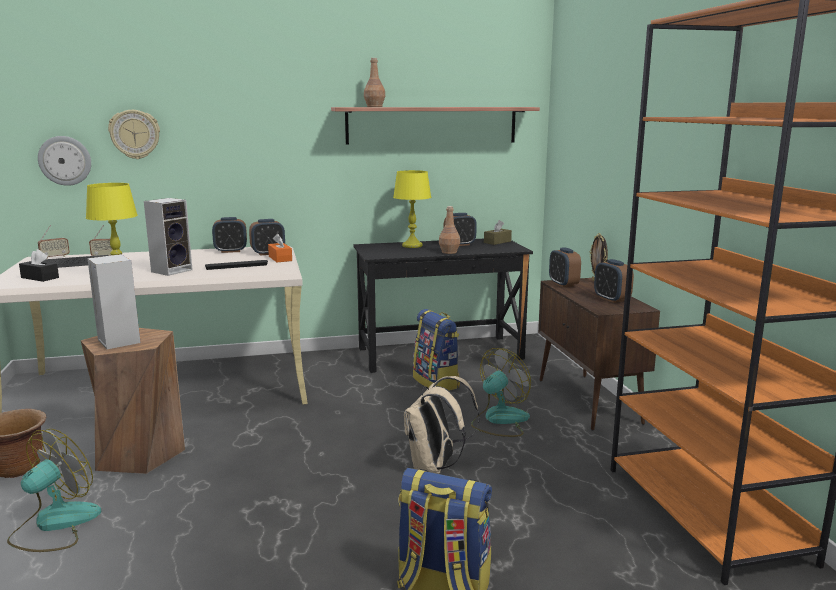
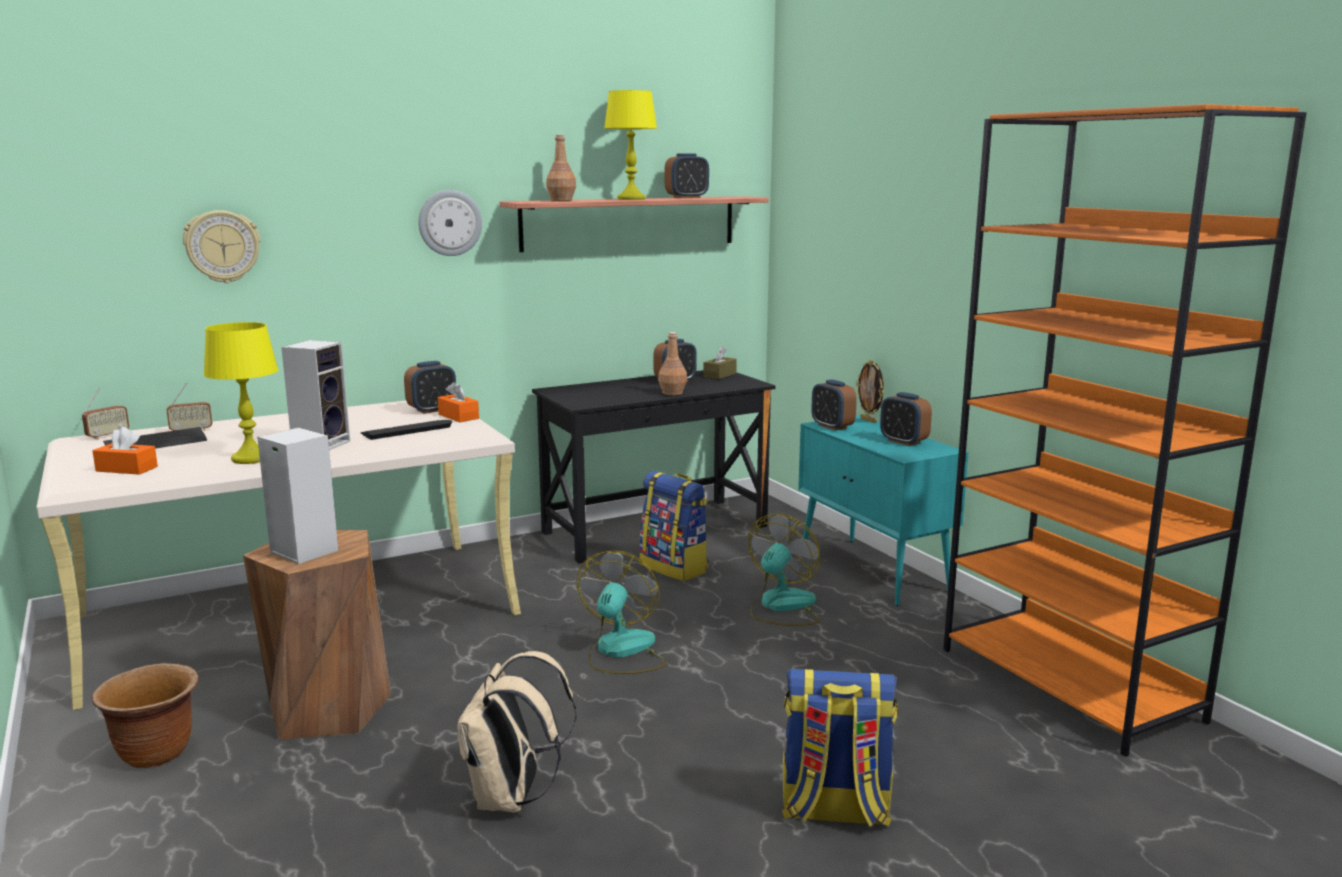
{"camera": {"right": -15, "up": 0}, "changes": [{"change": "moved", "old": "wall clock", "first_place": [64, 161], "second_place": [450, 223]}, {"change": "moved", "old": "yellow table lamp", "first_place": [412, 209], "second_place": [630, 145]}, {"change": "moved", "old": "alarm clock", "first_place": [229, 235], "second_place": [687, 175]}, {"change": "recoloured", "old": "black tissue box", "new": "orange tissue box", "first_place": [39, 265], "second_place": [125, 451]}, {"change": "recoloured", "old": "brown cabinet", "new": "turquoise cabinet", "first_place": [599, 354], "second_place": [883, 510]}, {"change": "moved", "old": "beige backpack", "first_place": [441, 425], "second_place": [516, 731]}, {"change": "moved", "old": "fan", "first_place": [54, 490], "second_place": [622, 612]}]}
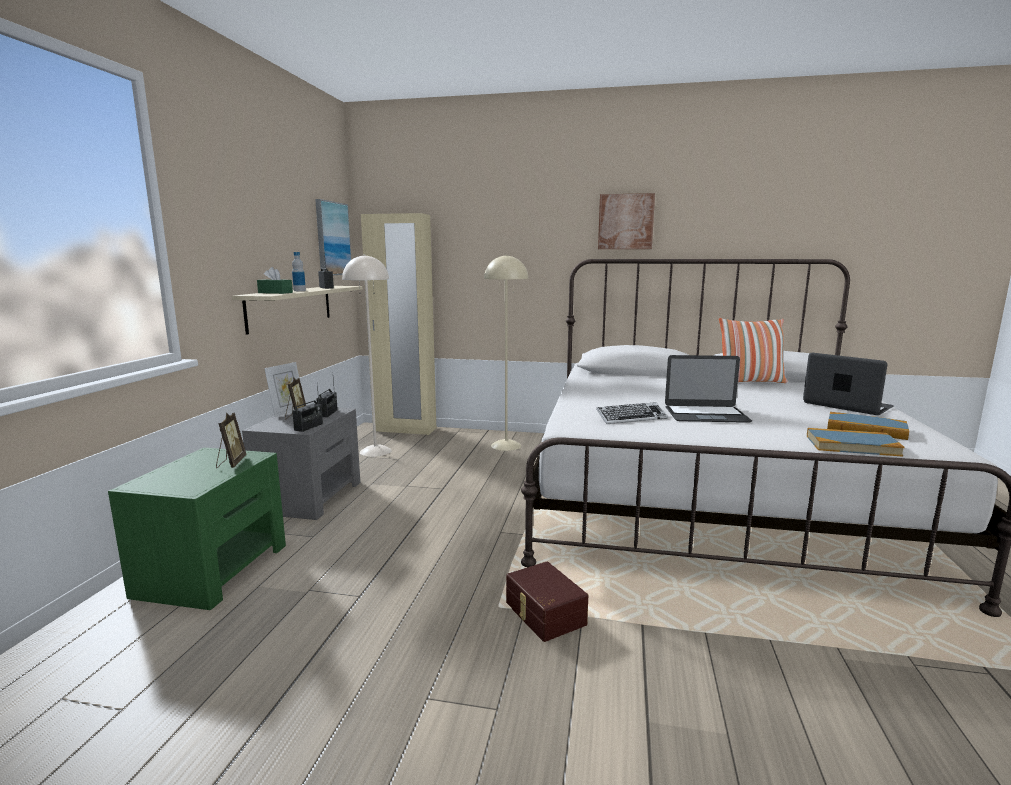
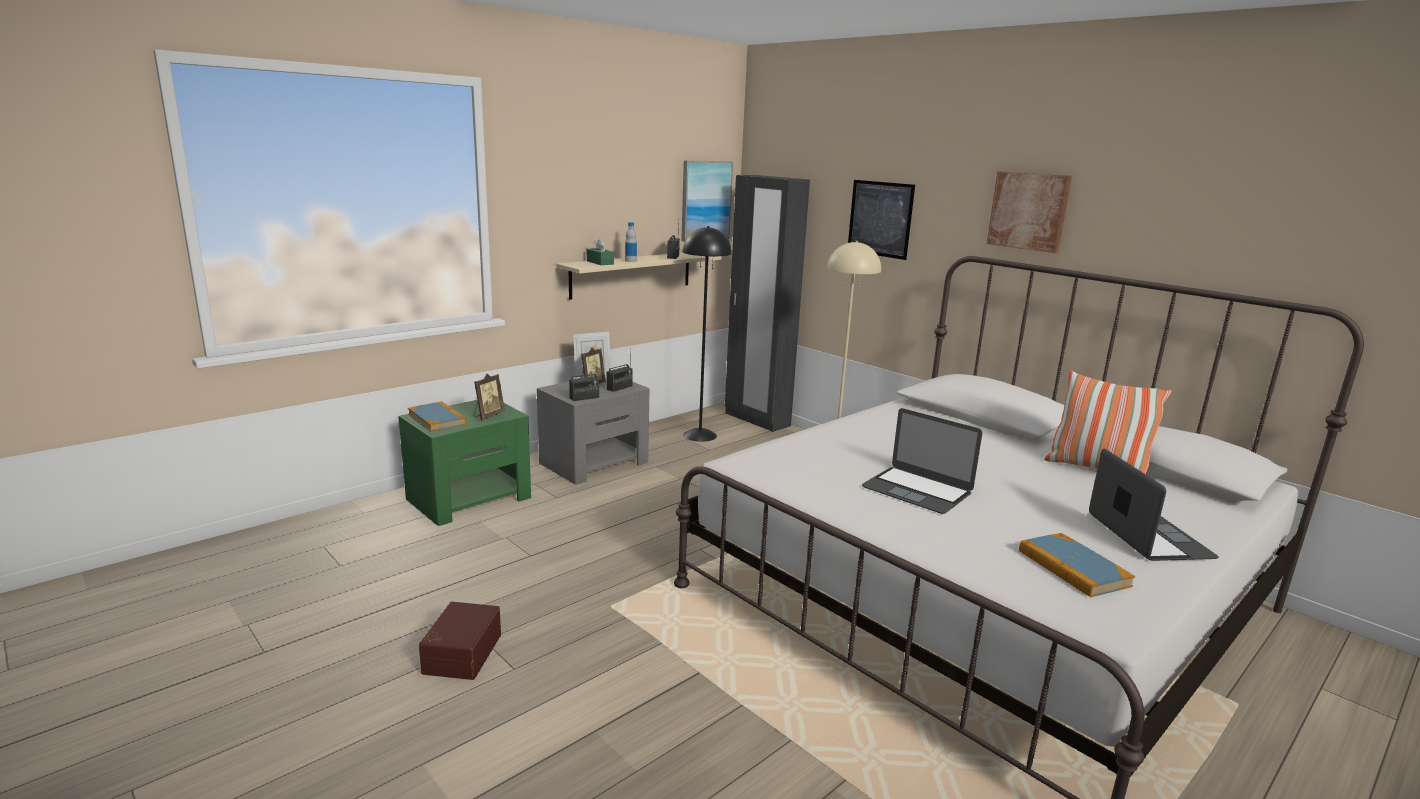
{"camera": {"right": 35, "up": 5}, "changes": [{"change": "recoloured", "old": "beige wardrobe", "new": "black wardrobe", "first_place": [398, 324], "second_place": [767, 303]}, {"change": "recoloured", "old": "beige floor lamp", "new": "black floor lamp", "first_place": [367, 355], "second_place": [707, 334]}, {"change": "removed", "old": "keyboard", "first_place": [632, 413]}, {"change": "moved", "old": "book", "first_place": [856, 442], "second_place": [437, 416]}, {"change": "moved", "old": "brown storage box", "first_place": [547, 601], "second_place": [460, 641]}, {"change": "added", "new": "picture", "second_place": [881, 220]}]}
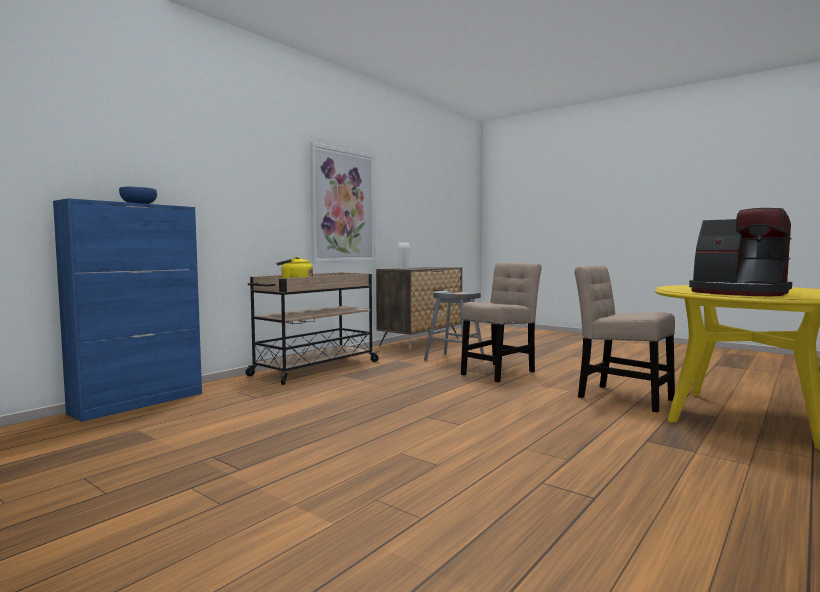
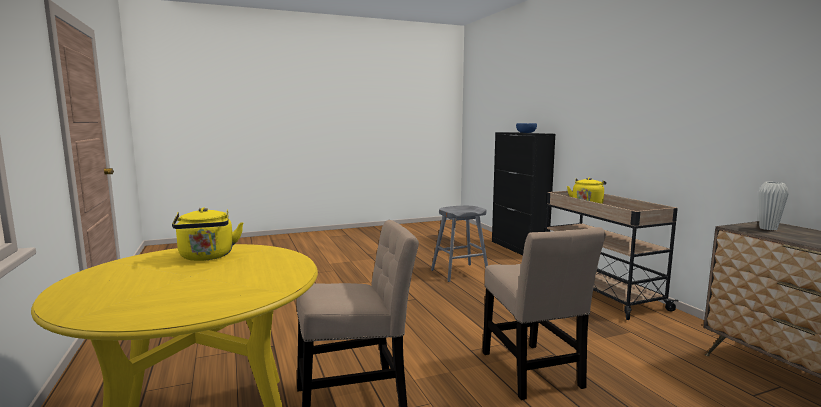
{"camera": {"right": 120, "up": 5}, "changes": [{"change": "removed", "old": "picture", "first_place": [342, 202]}, {"change": "recoloured", "old": "blue cabinet", "new": "black cabinet", "first_place": [127, 310], "second_place": [523, 193]}, {"change": "replaced", "old": "coffee machine", "new": "yellow kettle", "first_place": [740, 252], "second_place": [208, 234]}, {"change": "moved", "old": "grey stool", "first_place": [454, 326], "second_place": [459, 244]}]}
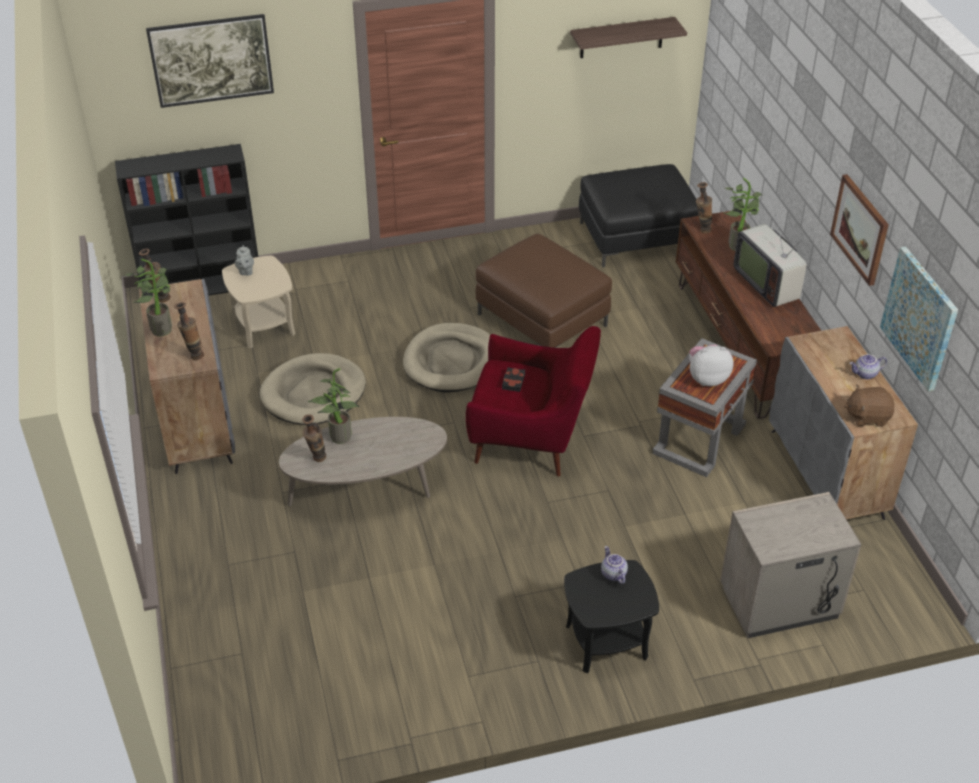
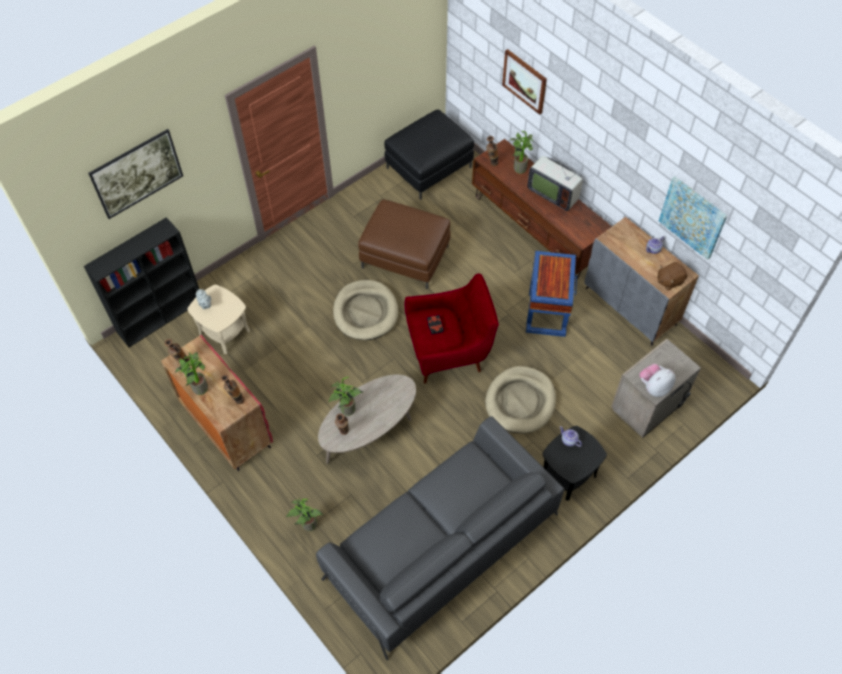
{"camera": {"right": -25, "up": 15}, "changes": [{"change": "removed", "old": "shelf", "first_place": [628, 37]}, {"change": "moved", "old": "picture", "first_place": [859, 230], "second_place": [524, 82]}, {"change": "recoloured", "old": "grey cabinet", "new": "red cabinet", "first_place": [187, 376], "second_place": [217, 403]}, {"change": "recoloured", "old": "grey side table", "new": "blue side table", "first_place": [704, 407], "second_place": [551, 294]}, {"change": "moved", "old": "plush toy", "first_place": [711, 365], "second_place": [657, 380]}, {"change": "moved", "old": "beige dog bed", "first_place": [313, 389], "second_place": [520, 399]}, {"change": "added", "new": "grey sofa", "second_place": [440, 538]}, {"change": "added", "new": "potted plant", "second_place": [304, 514]}]}
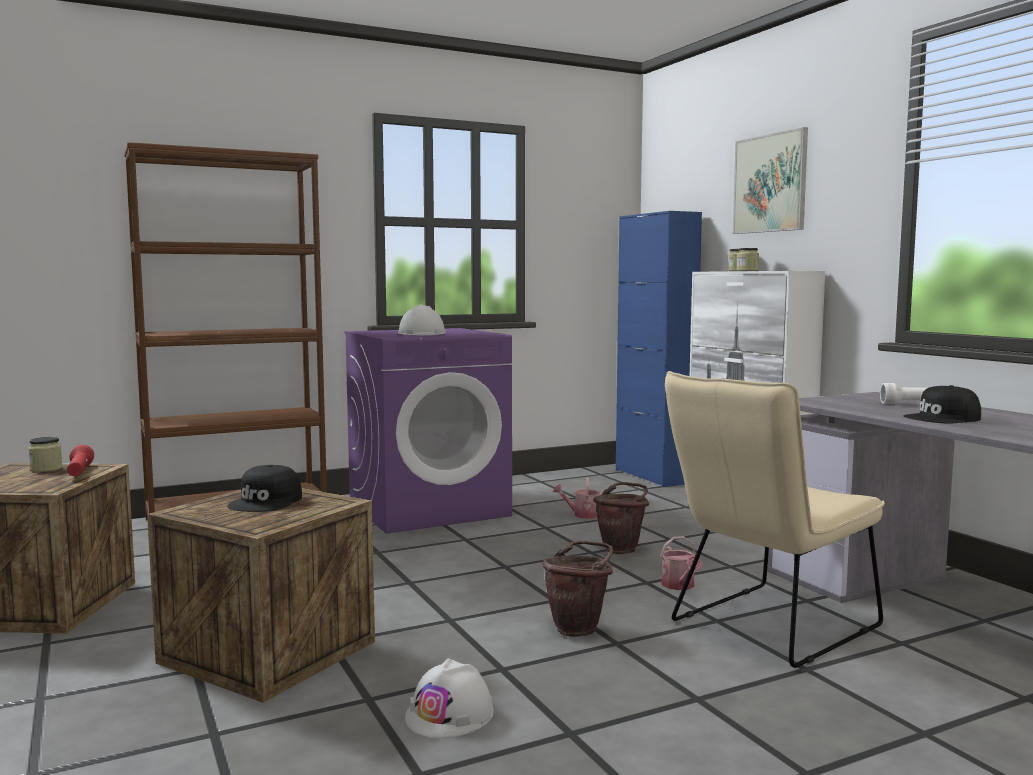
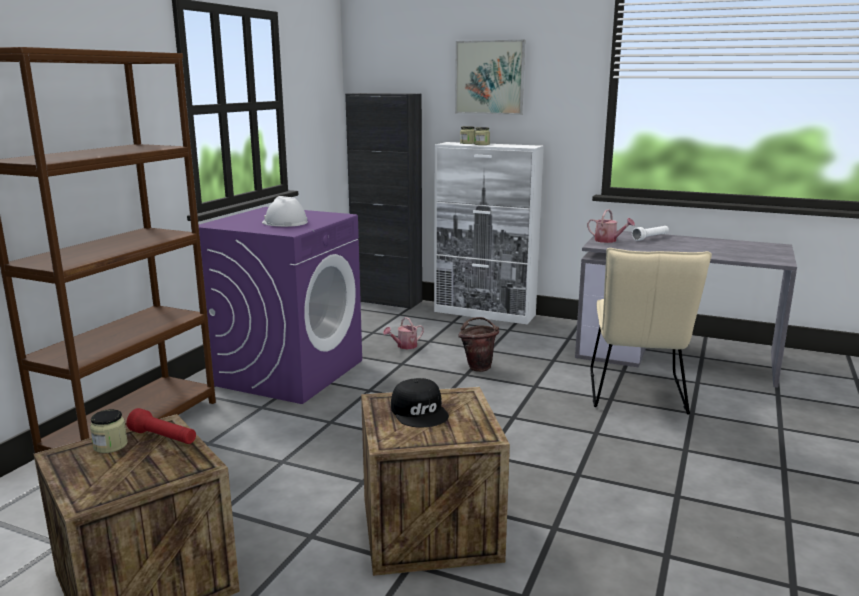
{"camera": {"right": -40, "up": 10}, "changes": [{"change": "recoloured", "old": "blue cabinet", "new": "black cabinet", "first_place": [659, 349], "second_place": [383, 201]}, {"change": "removed", "old": "black cap", "first_place": [942, 404]}, {"change": "moved", "old": "watering can", "first_place": [681, 563], "second_place": [611, 226]}, {"change": "removed", "old": "brown bucket", "first_place": [577, 589]}, {"change": "removed", "old": "white hard hat", "first_place": [449, 698]}]}
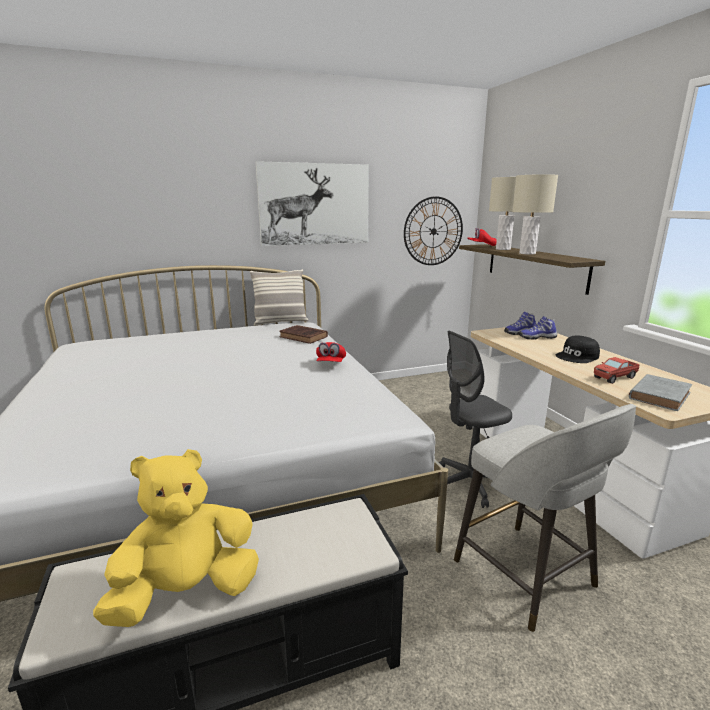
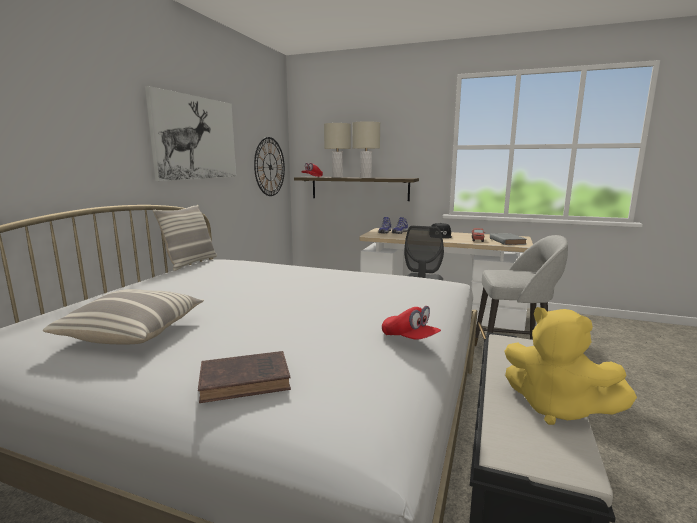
{"camera": {"right": -50, "up": -5}, "changes": [{"change": "moved", "old": "brown book", "first_place": [303, 334], "second_place": [244, 377]}, {"change": "moved", "old": "red cap", "first_place": [331, 352], "second_place": [411, 323]}, {"change": "turned", "old": "yellow plush toy", "first_place": [176, 538], "second_place": [570, 366], "degrees": -60}, {"change": "added", "new": "pillow", "second_place": [123, 317]}]}
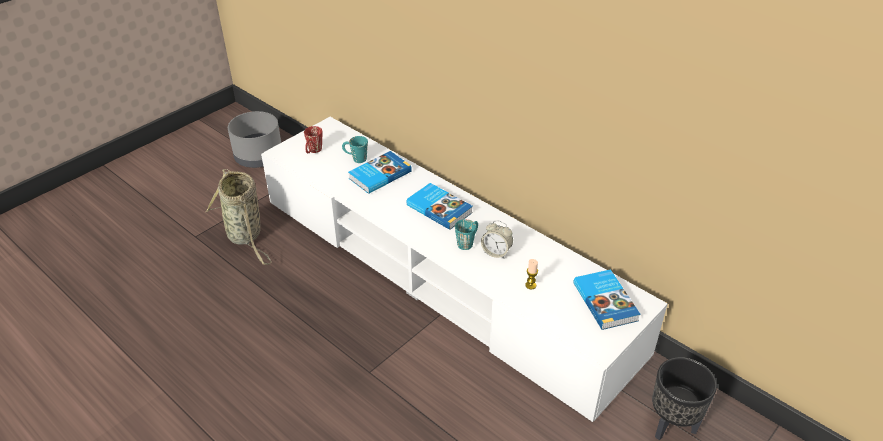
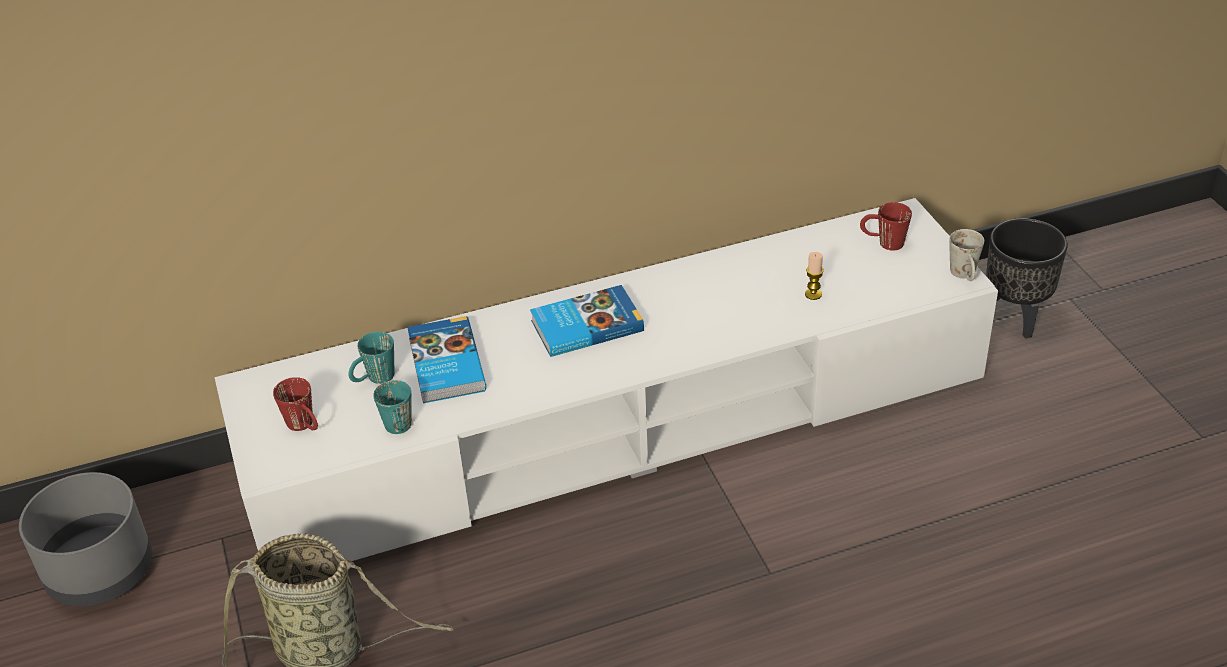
{"camera": {"right": -60, "up": 0}, "changes": [{"change": "moved", "old": "turquoise mug", "first_place": [466, 234], "second_place": [392, 407]}, {"change": "removed", "old": "alarm clock", "first_place": [497, 239]}, {"change": "replaced", "old": "book", "new": "red mug", "first_place": [607, 299], "second_place": [886, 226]}, {"change": "added", "new": "white mug", "second_place": [966, 255]}]}
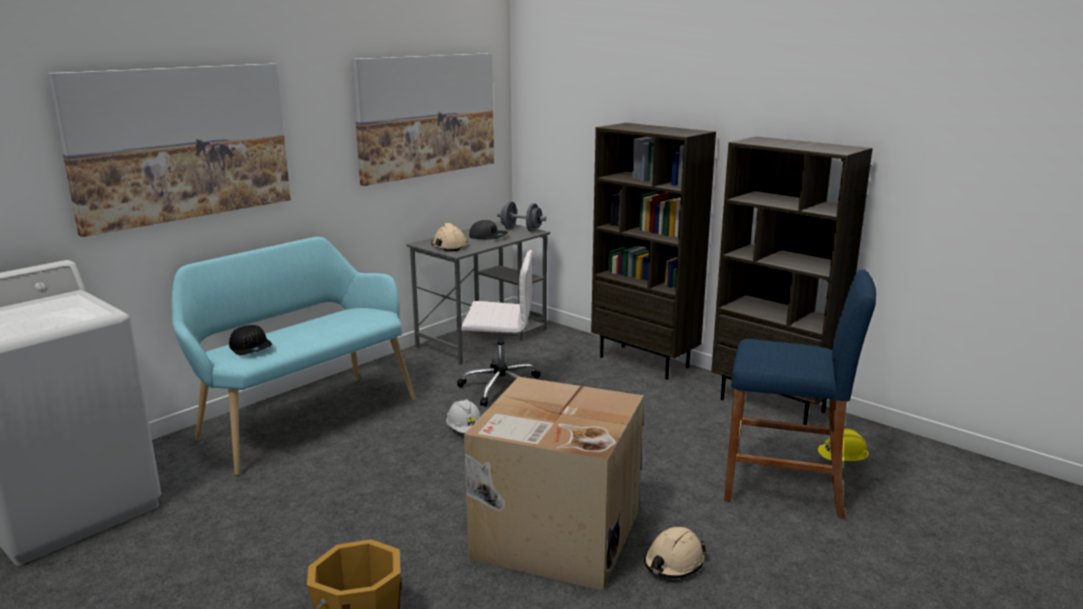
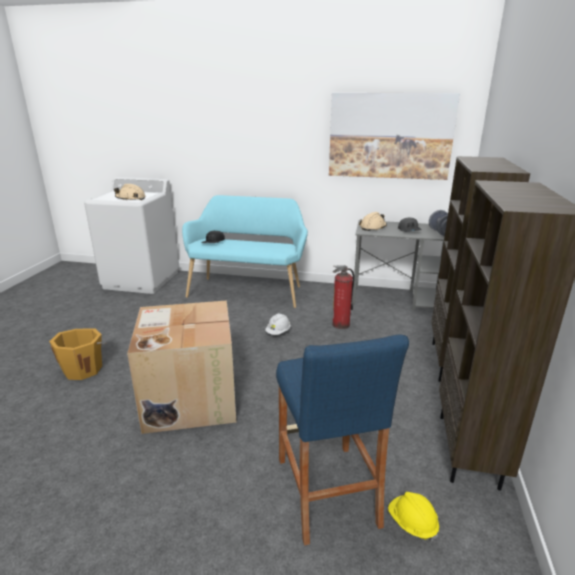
{"camera": {"right": 60, "up": 5}, "changes": [{"change": "removed", "old": "picture", "first_place": [169, 150]}, {"change": "replaced", "old": "white office chair", "new": "fire extinguisher", "first_place": [498, 328], "second_place": [343, 297]}, {"change": "moved", "old": "beige hard hat", "first_place": [675, 552], "second_place": [129, 192]}]}
